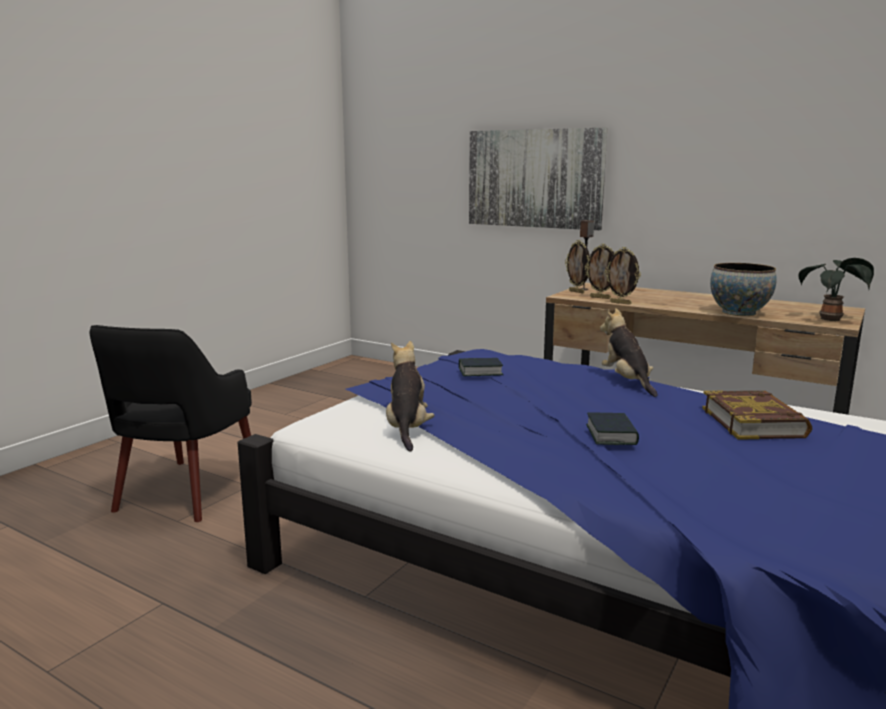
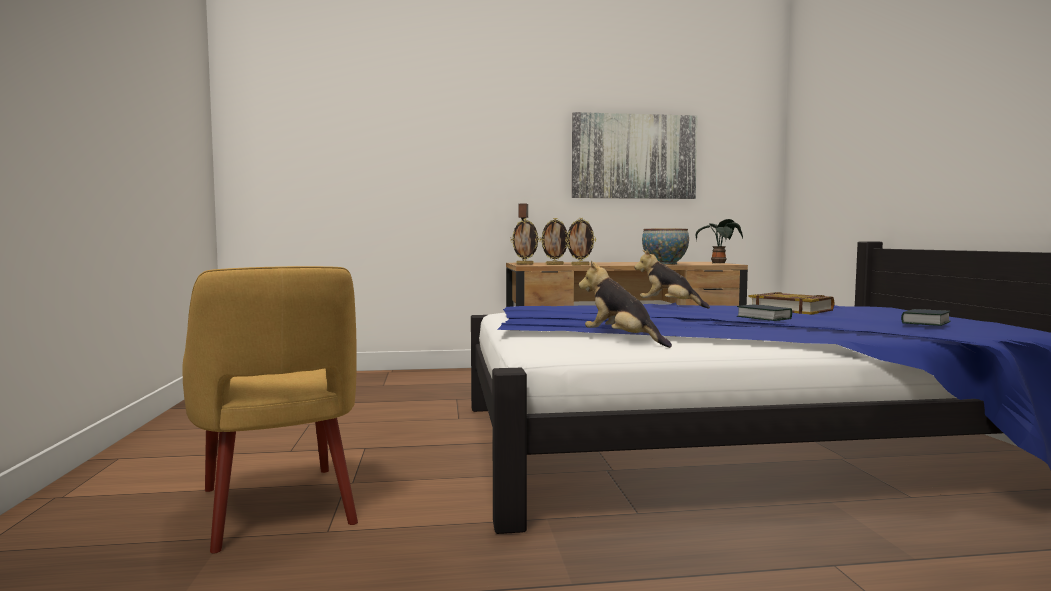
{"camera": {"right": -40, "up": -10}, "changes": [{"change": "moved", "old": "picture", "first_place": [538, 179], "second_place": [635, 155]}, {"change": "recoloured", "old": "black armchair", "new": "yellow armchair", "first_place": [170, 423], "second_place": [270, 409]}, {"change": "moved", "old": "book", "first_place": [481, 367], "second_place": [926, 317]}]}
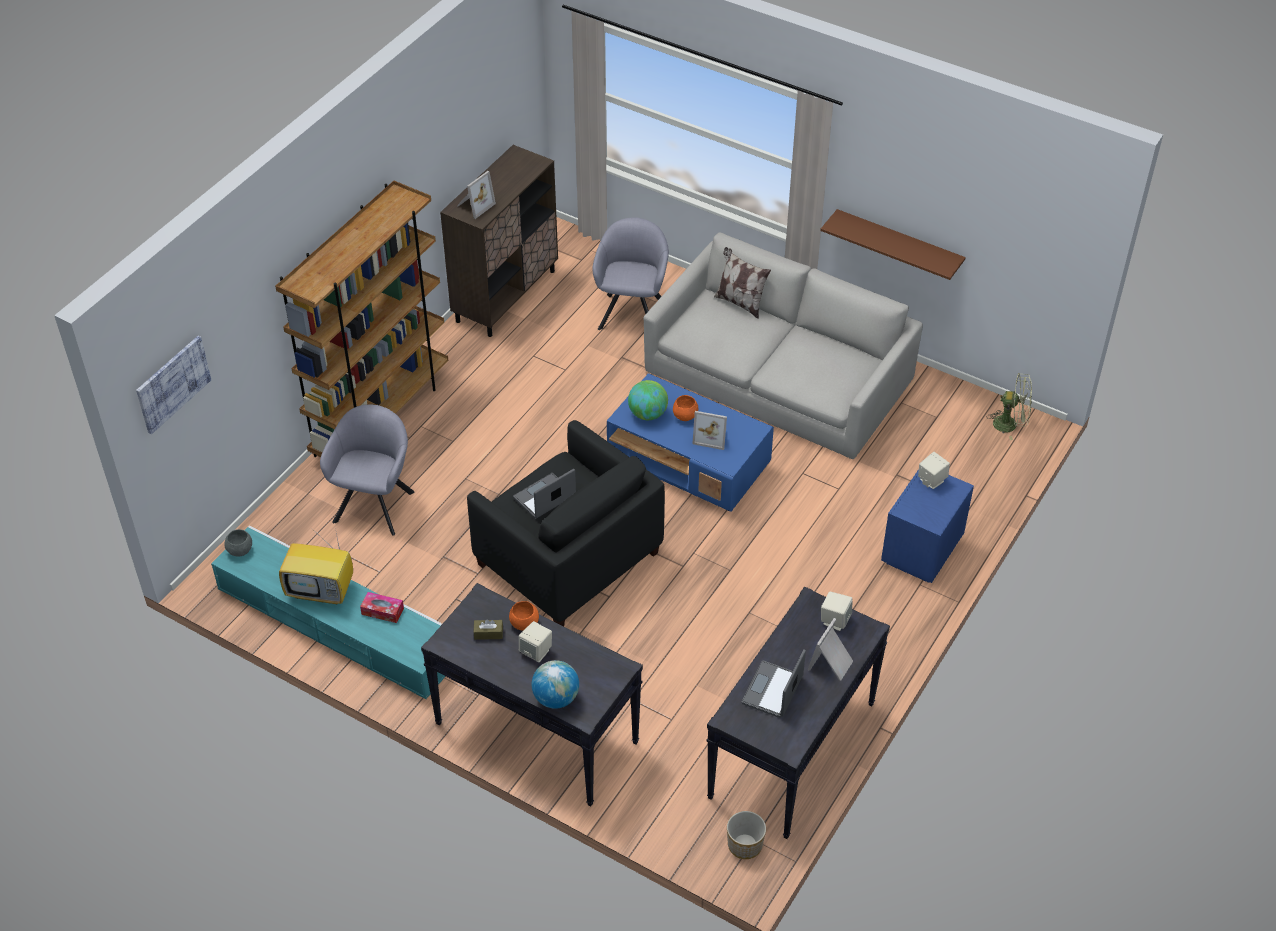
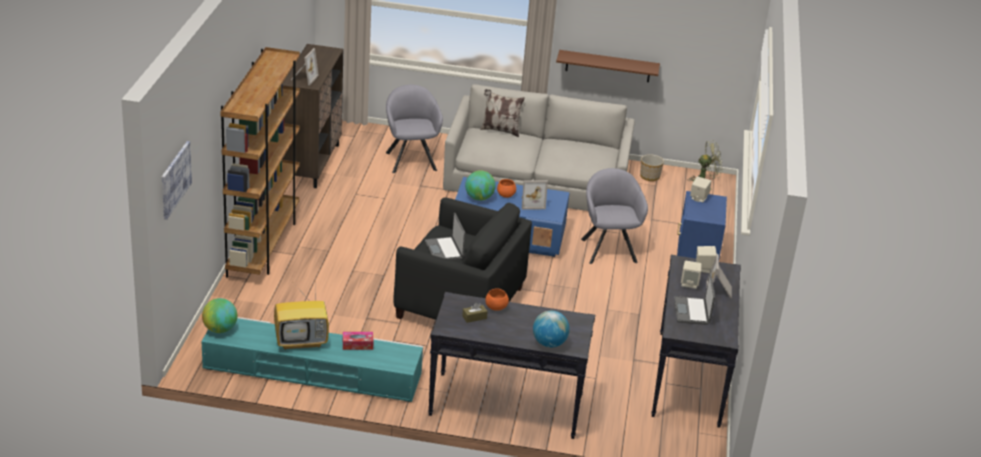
{"camera": {"right": -25, "up": -15}, "changes": [{"change": "moved", "old": "grey armchair", "first_place": [367, 470], "second_place": [614, 216]}, {"change": "turned", "old": "laptop", "first_place": [544, 494], "second_place": [445, 237], "degrees": -45}, {"change": "replaced", "old": "grey bowl", "new": "globe", "first_place": [238, 543], "second_place": [219, 315]}, {"change": "moved", "old": "beige speaker", "first_place": [535, 641], "second_place": [691, 274]}, {"change": "moved", "old": "planter", "first_place": [746, 835], "second_place": [652, 167]}]}
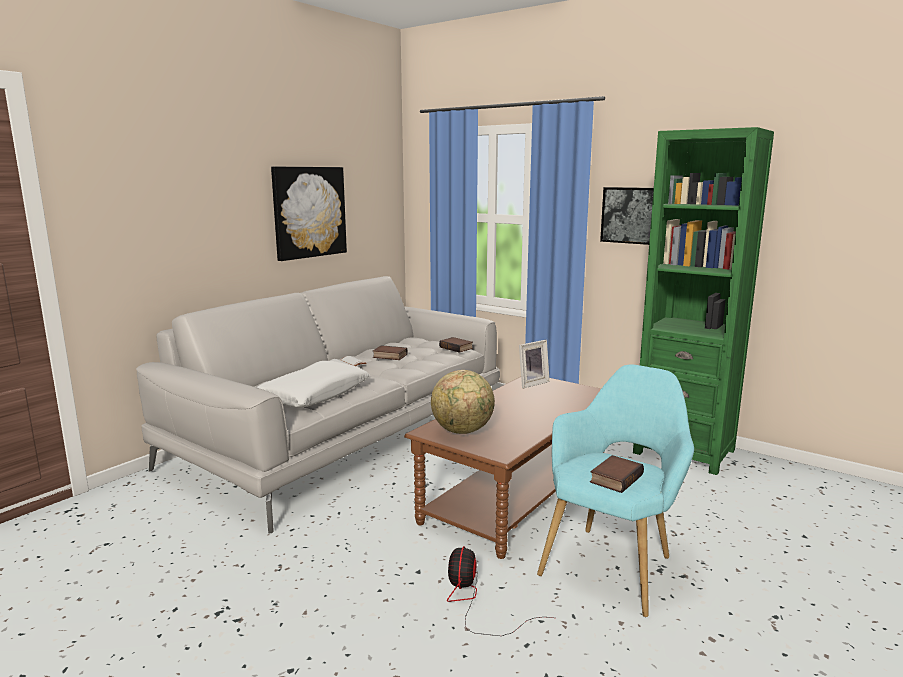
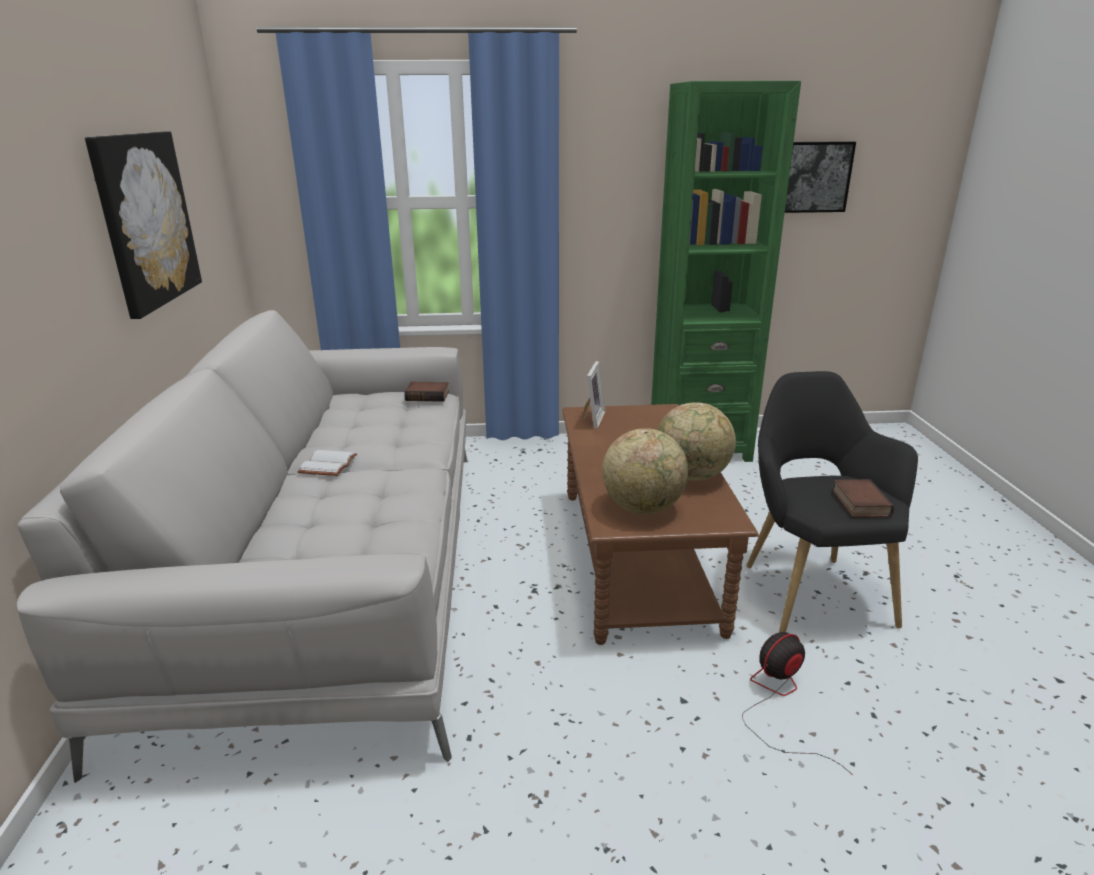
{"camera": {"right": -40, "up": 10}, "changes": [{"change": "moved", "old": "picture", "first_place": [627, 216], "second_place": [820, 177]}, {"change": "removed", "old": "book", "first_place": [390, 352]}, {"change": "removed", "old": "white pillow", "first_place": [313, 384]}, {"change": "recoloured", "old": "turquoise armchair", "new": "black armchair", "first_place": [615, 491], "second_place": [832, 502]}, {"change": "turned", "old": "fan", "first_place": [500, 591], "second_place": [797, 703], "degrees": 90}, {"change": "added", "new": "globe", "second_place": [696, 441]}]}
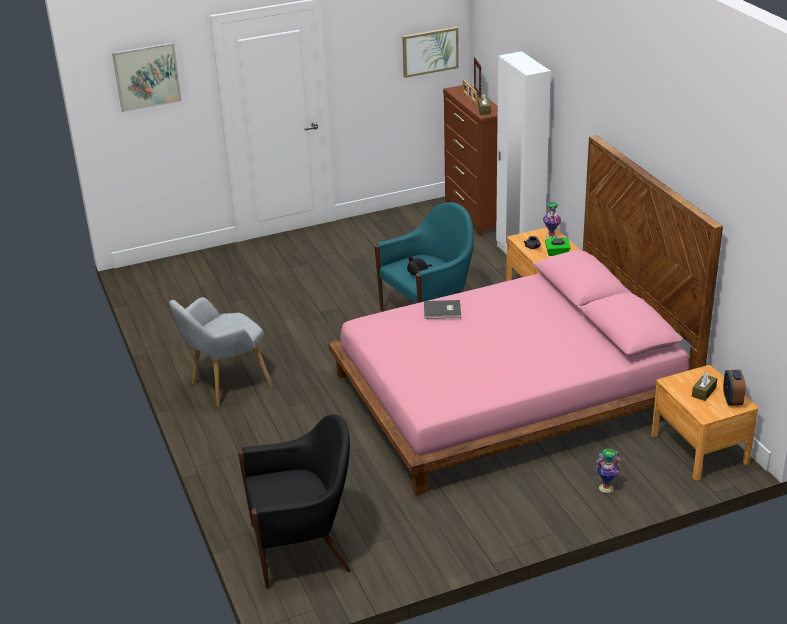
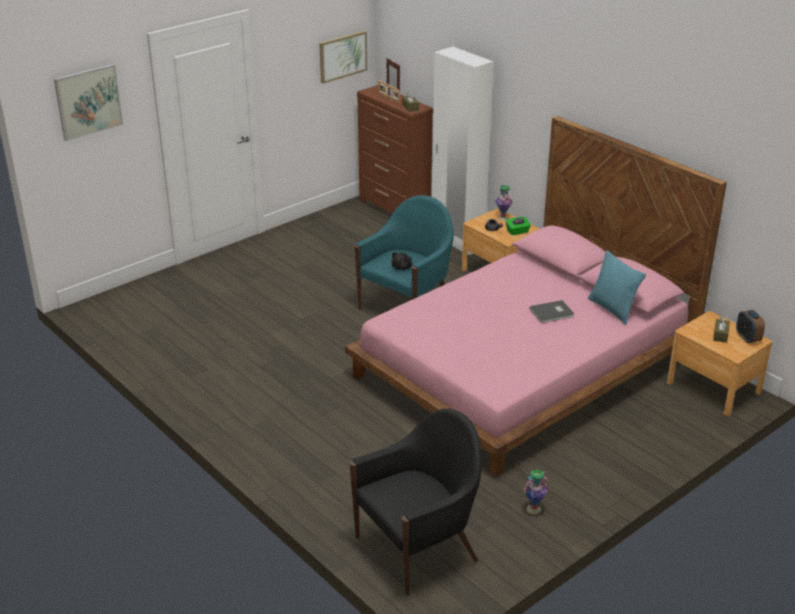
{"camera": {"right": -20, "up": 0}, "changes": [{"change": "removed", "old": "grey armchair", "first_place": [221, 352]}, {"change": "moved", "old": "grey book", "first_place": [442, 309], "second_place": [552, 311]}, {"change": "moved", "old": "vase", "first_place": [608, 471], "second_place": [536, 492]}, {"change": "added", "new": "turquoise pillow", "second_place": [617, 287]}]}
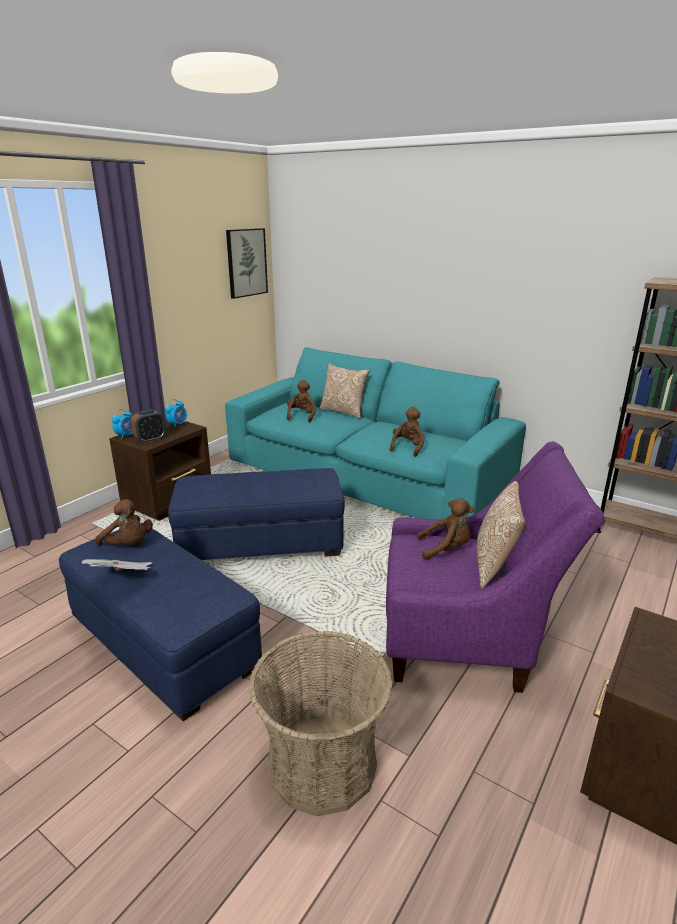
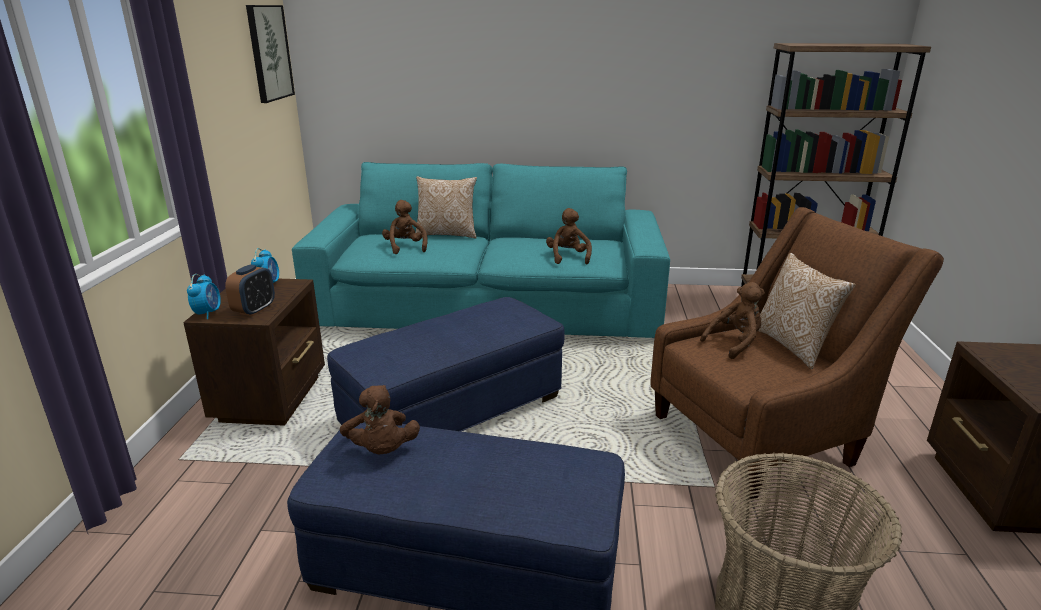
{"camera": {"right": -30, "up": 0}, "changes": [{"change": "recoloured", "old": "purple armchair", "new": "brown armchair", "first_place": [495, 567], "second_place": [797, 353]}, {"change": "turned", "old": "brown plush toy", "first_place": [124, 522], "second_place": [380, 419], "degrees": 60}, {"change": "removed", "old": "newspaper", "first_place": [116, 565]}]}
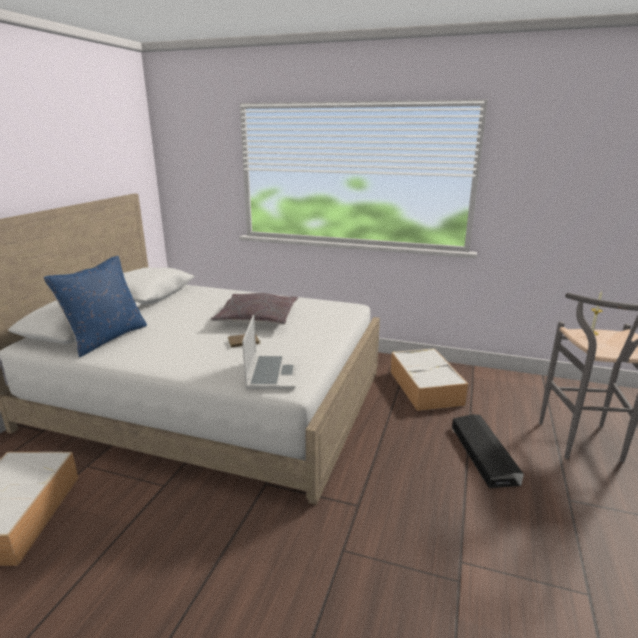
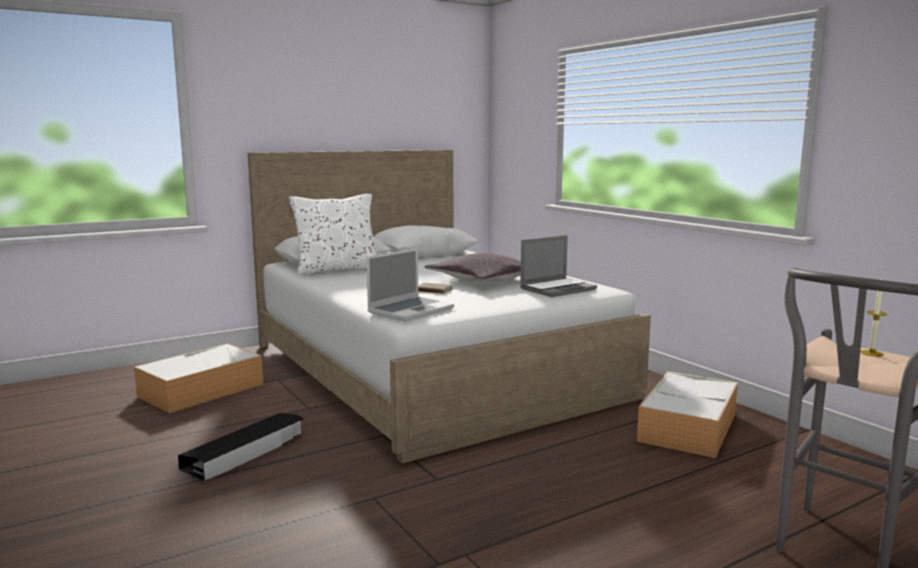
{"camera": {"right": 40, "up": -10}, "changes": [{"change": "recoloured", "old": "blue pillow", "new": "white pillow", "first_place": [95, 306], "second_place": [333, 234]}, {"change": "moved", "old": "black storage box", "first_place": [488, 451], "second_place": [241, 447]}, {"change": "added", "new": "laptop", "second_place": [558, 266]}]}
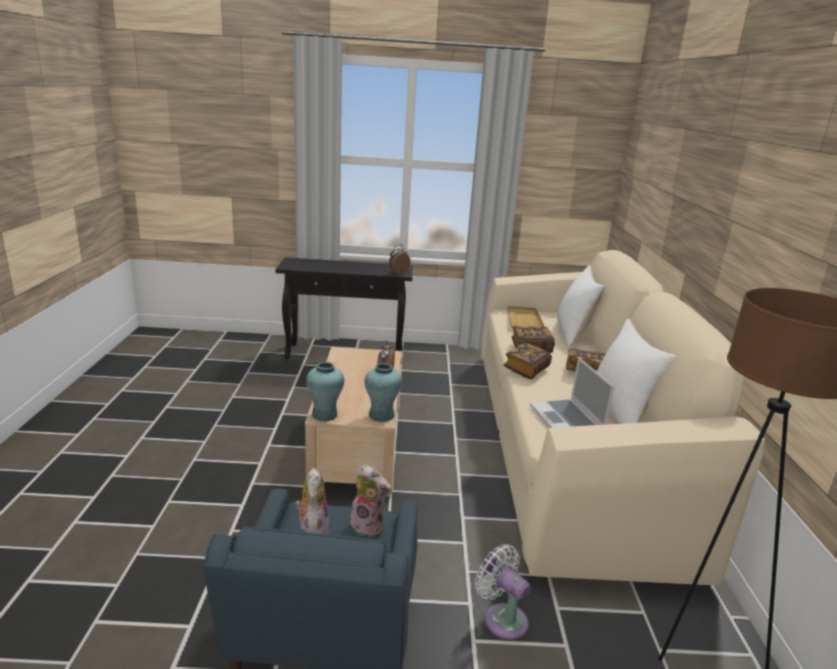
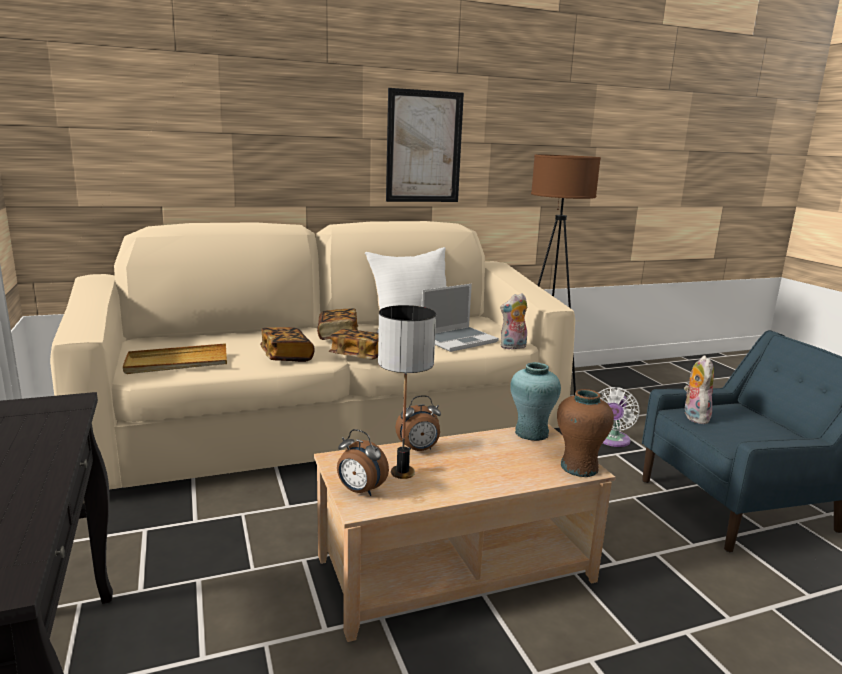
{"camera": {"right": -110, "up": -5}, "changes": [{"change": "moved", "old": "alarm clock", "first_place": [400, 259], "second_place": [363, 462]}, {"change": "removed", "old": "white pillow", "first_place": [581, 306]}, {"change": "recoloured", "old": "turquoise vase", "new": "brown vase", "first_place": [325, 391], "second_place": [585, 433]}, {"change": "moved", "old": "plush toy", "first_place": [312, 501], "second_place": [513, 321]}, {"change": "added", "new": "picture", "second_place": [425, 145]}, {"change": "added", "new": "table lamp", "second_place": [407, 392]}]}
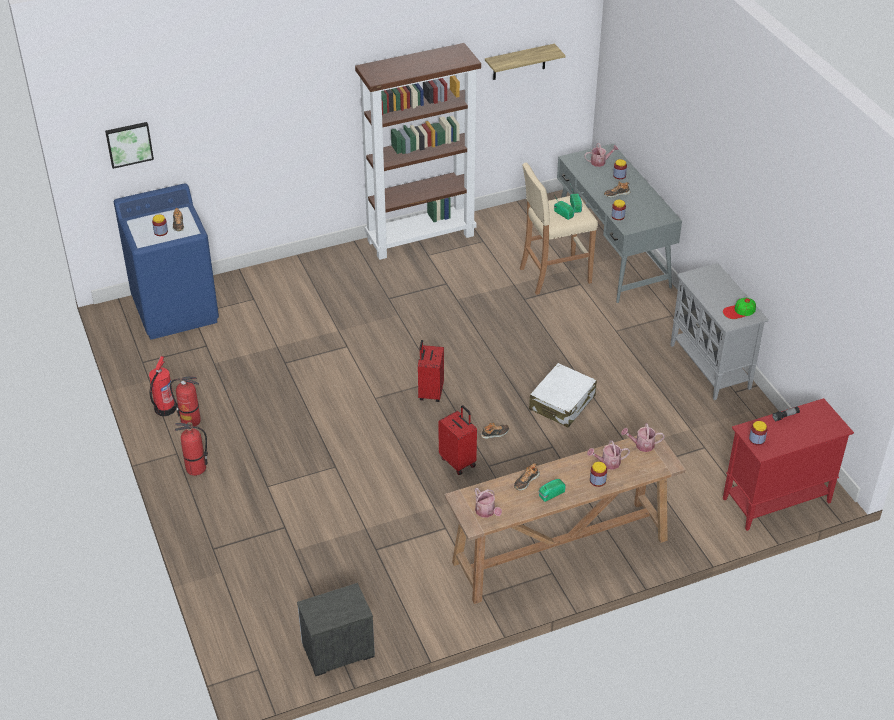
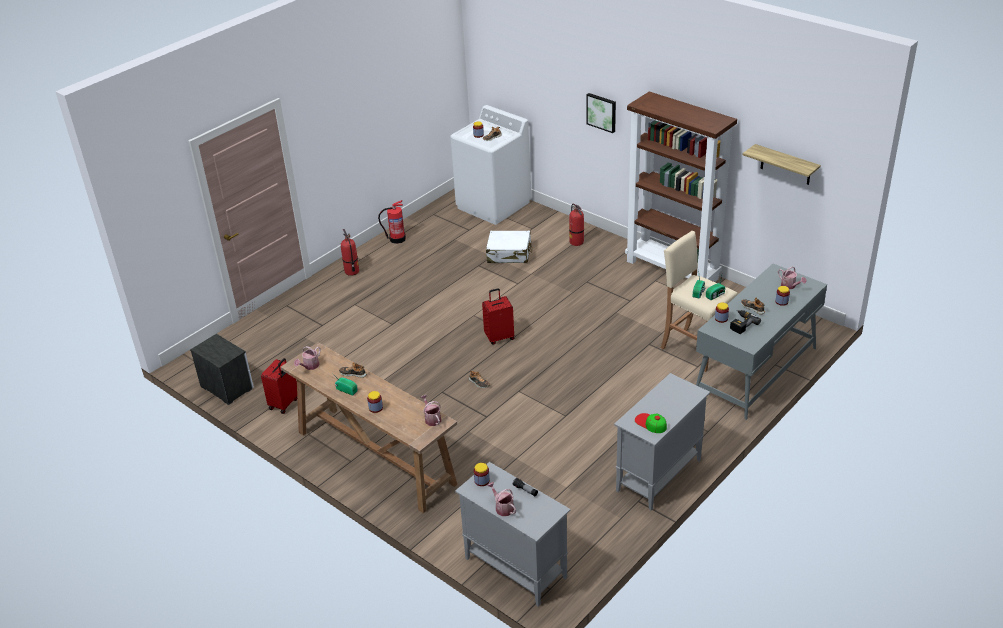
{"camera": {"right": 65, "up": -5}, "changes": [{"change": "moved", "old": "picture", "first_place": [129, 145], "second_place": [601, 113]}, {"change": "recoloured", "old": "blue washing machine", "new": "white washing machine", "first_place": [166, 261], "second_place": [491, 165]}, {"change": "moved", "old": "white suitcase", "first_place": [563, 395], "second_place": [509, 247]}, {"change": "moved", "old": "fire extinguisher", "first_place": [185, 401], "second_place": [576, 225]}, {"change": "recoloured", "old": "red cabinet", "new": "grey cabinet", "first_place": [788, 464], "second_place": [513, 534]}, {"change": "moved", "old": "red suitcase", "first_place": [458, 440], "second_place": [279, 386]}, {"change": "moved", "old": "watering can", "first_place": [608, 455], "second_place": [501, 499]}, {"change": "added", "new": "power drill", "second_place": [745, 322]}]}
